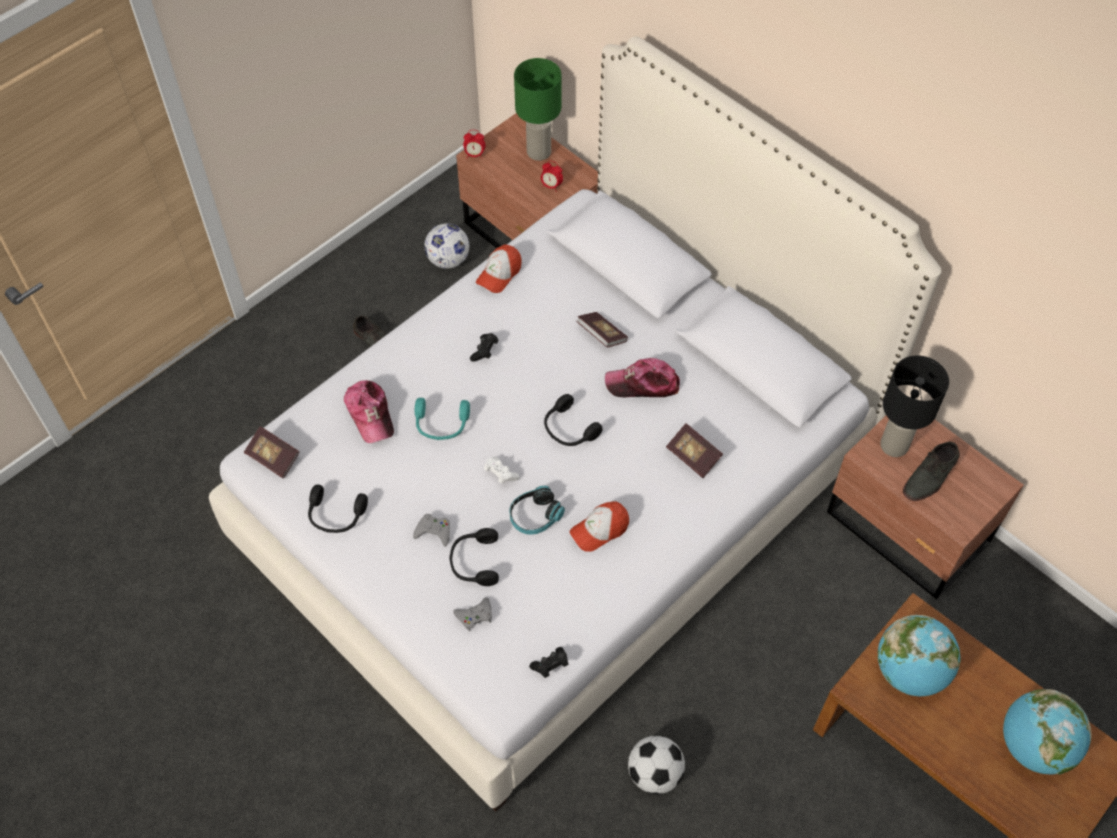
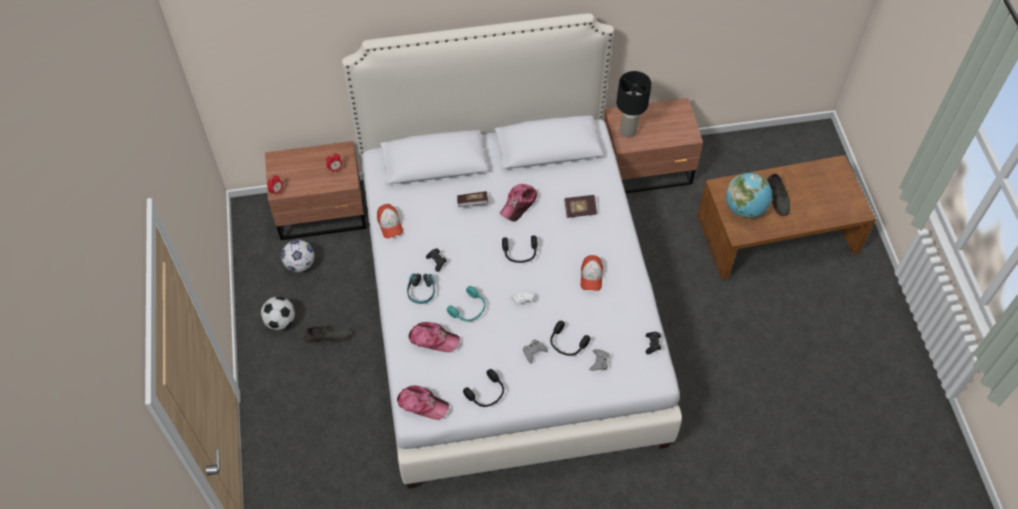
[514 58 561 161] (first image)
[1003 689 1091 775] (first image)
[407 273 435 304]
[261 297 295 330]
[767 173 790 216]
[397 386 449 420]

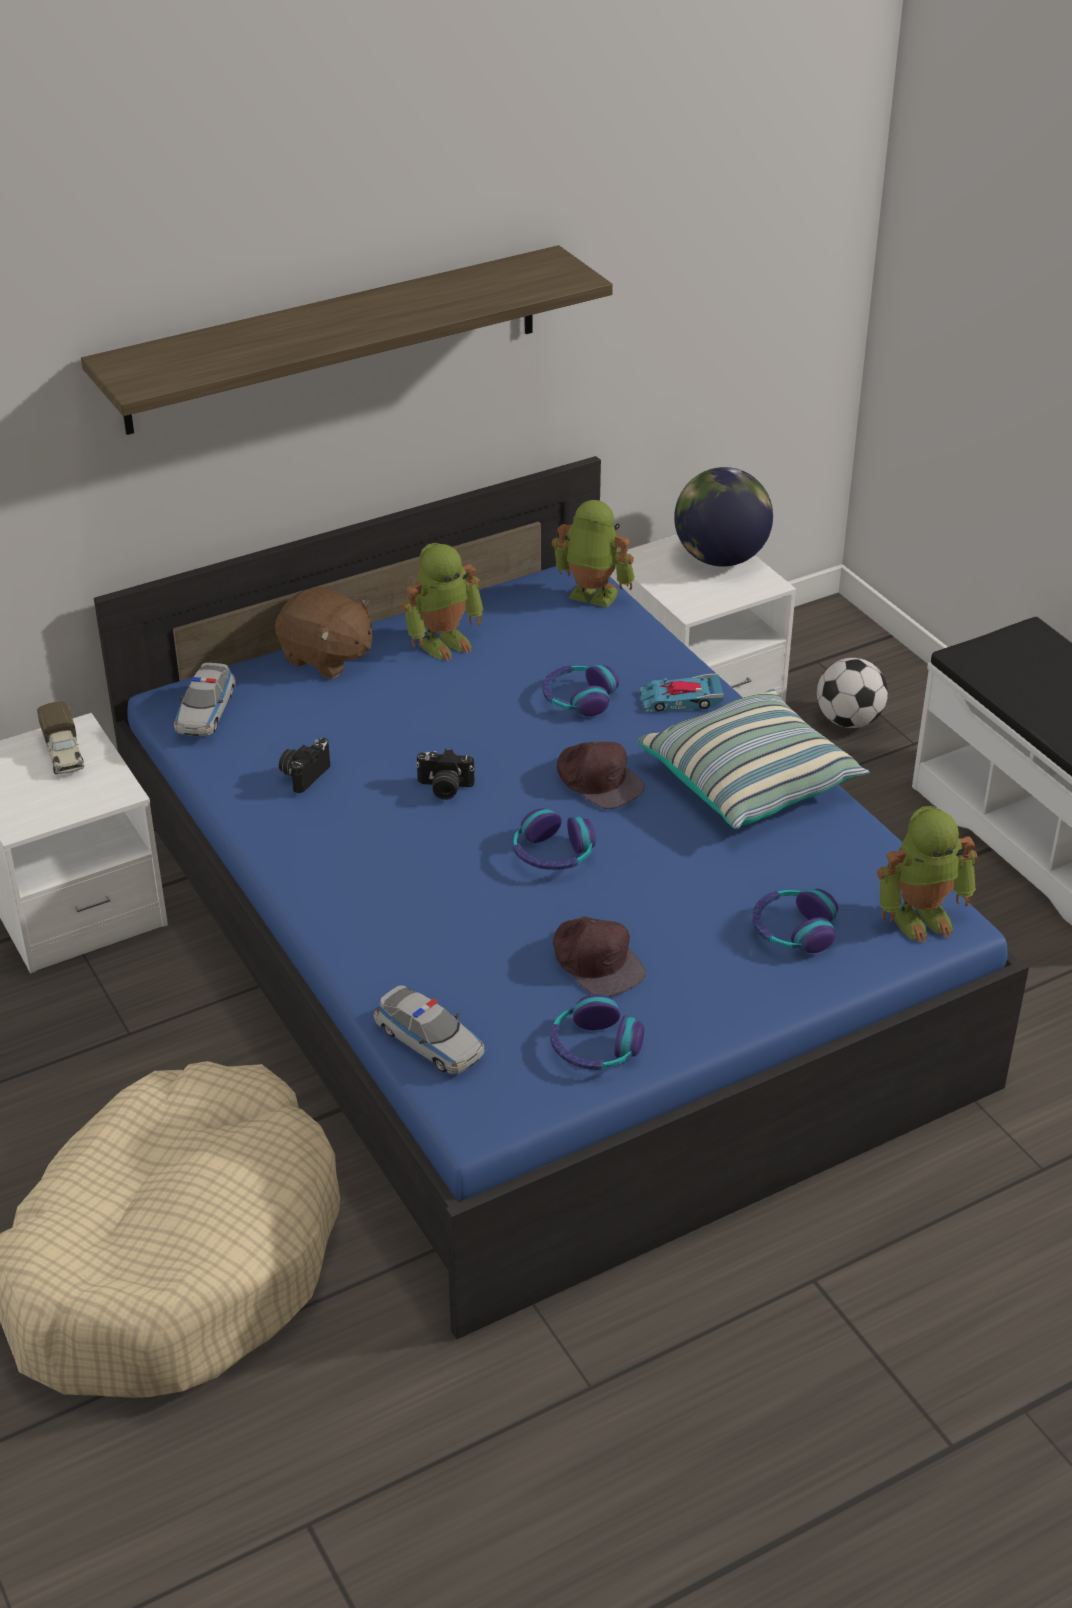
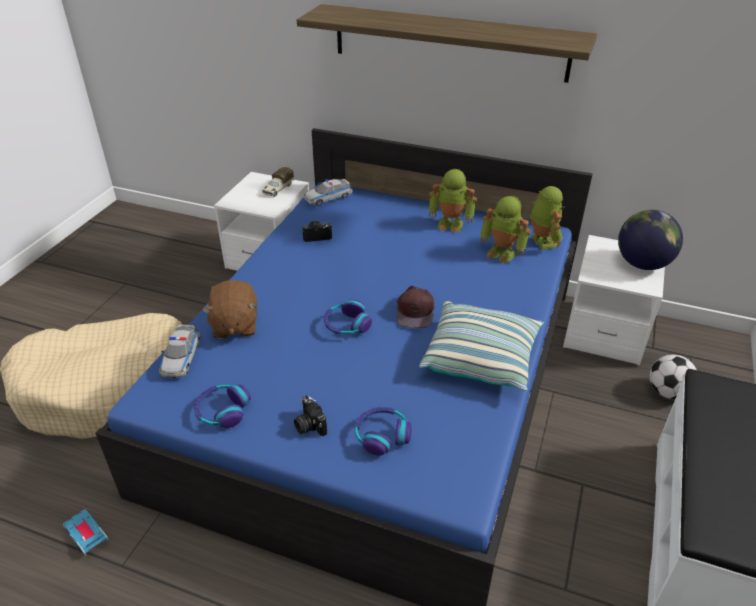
[543 665 619 716] (first image)
[553 917 646 997] (first image)
[202 280 257 339]
[294 395 327 436]
[62 509 109 556]
[480 196 531 264]

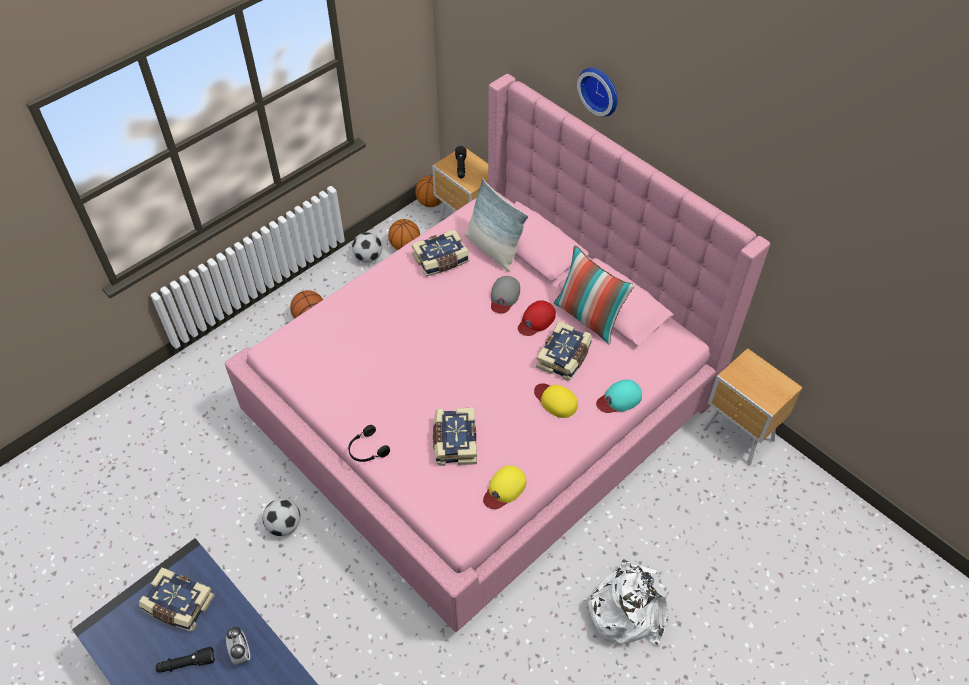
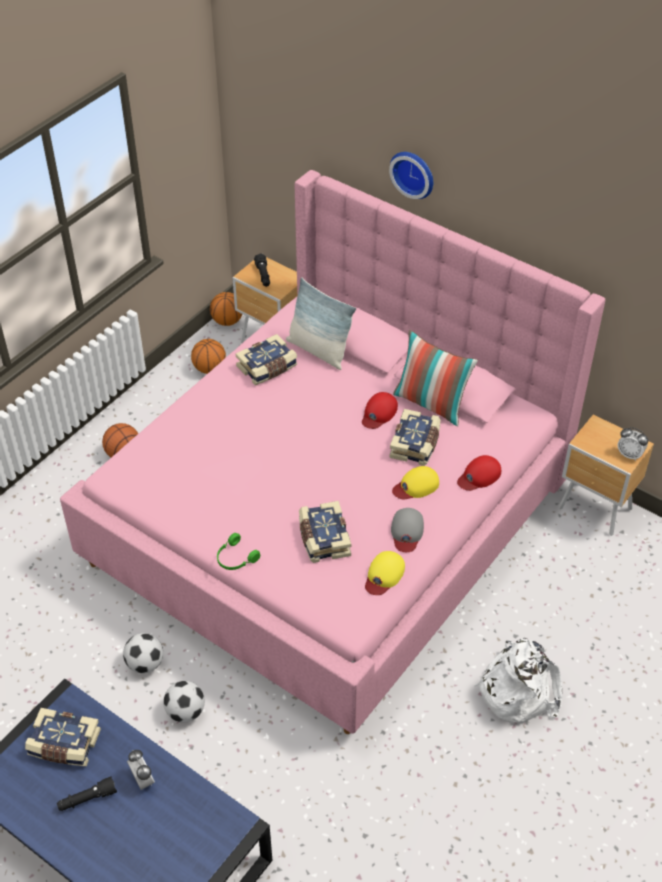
[618 427 648 461]
[163 681 205 723]
[391 508 424 552]
[217 533 260 570]
[457 455 501 491]
[392 466 439 500]

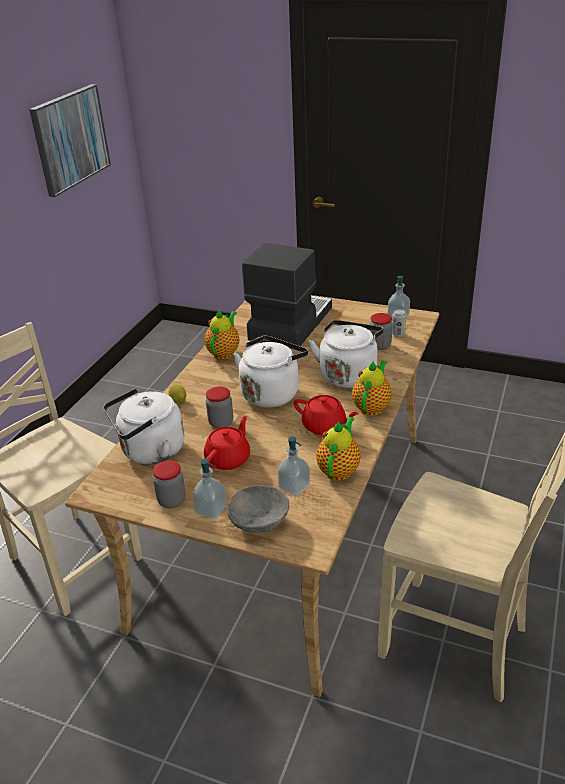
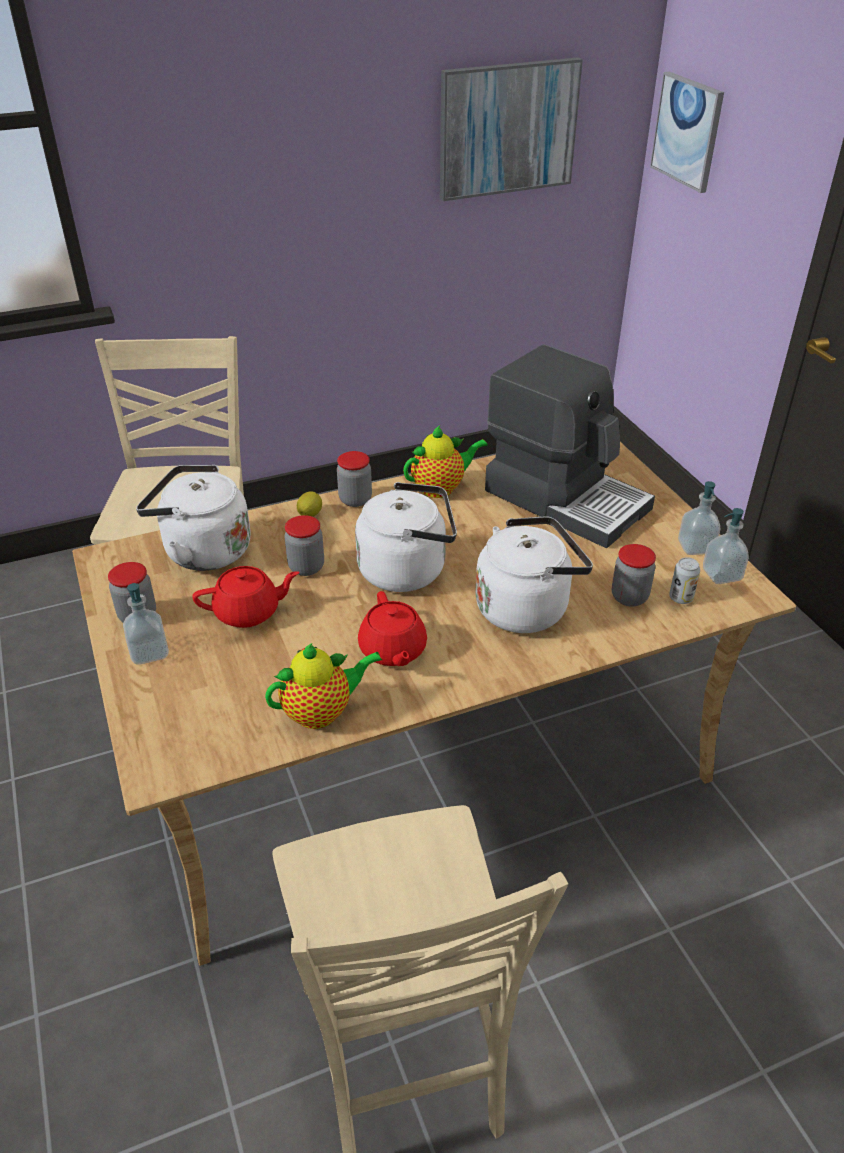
[227 485 289 533] (first image)
[352 361 392 416] (first image)
[337 451 372 507]
[650 72 724 193]
[678 481 720 555]
[485 345 655 548]

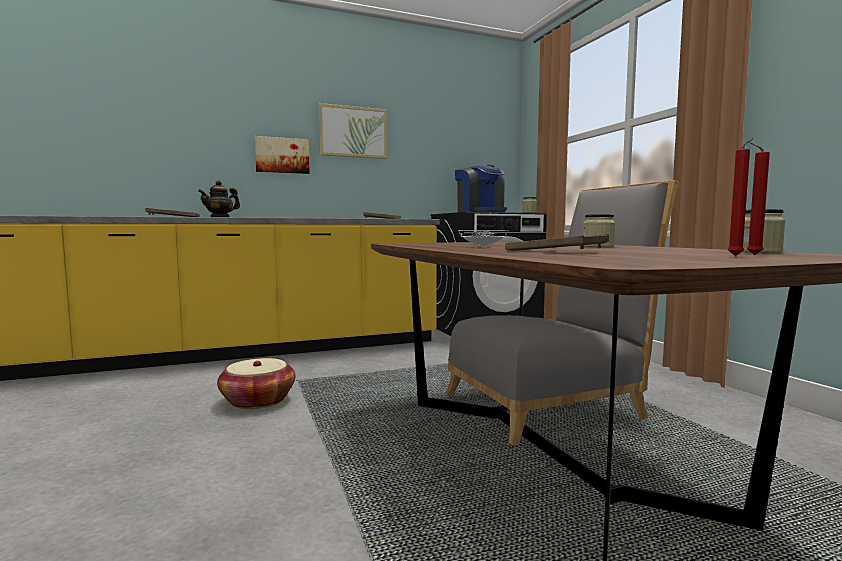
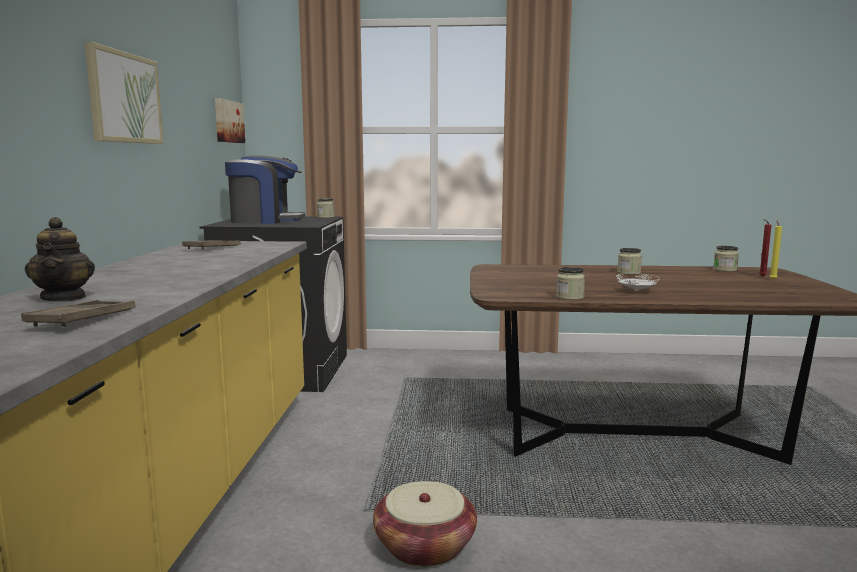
[445 180 678 445] (first image)
[505 234 609 251] (first image)
[556 267 585 300]
[215 98 245 143]
[769 220 782 280]

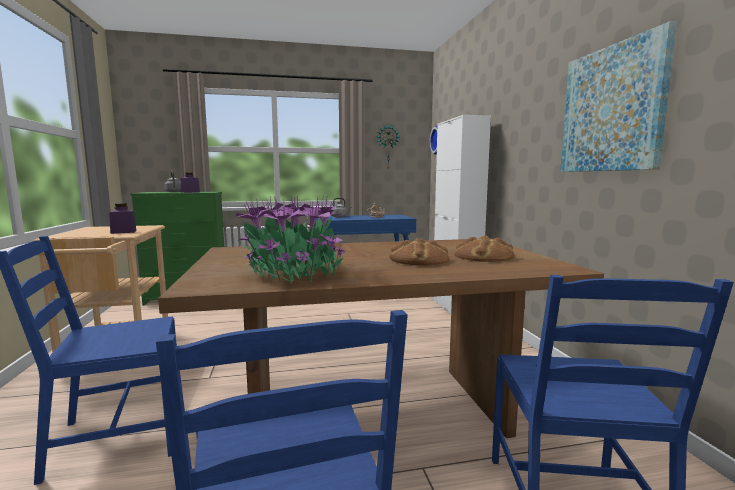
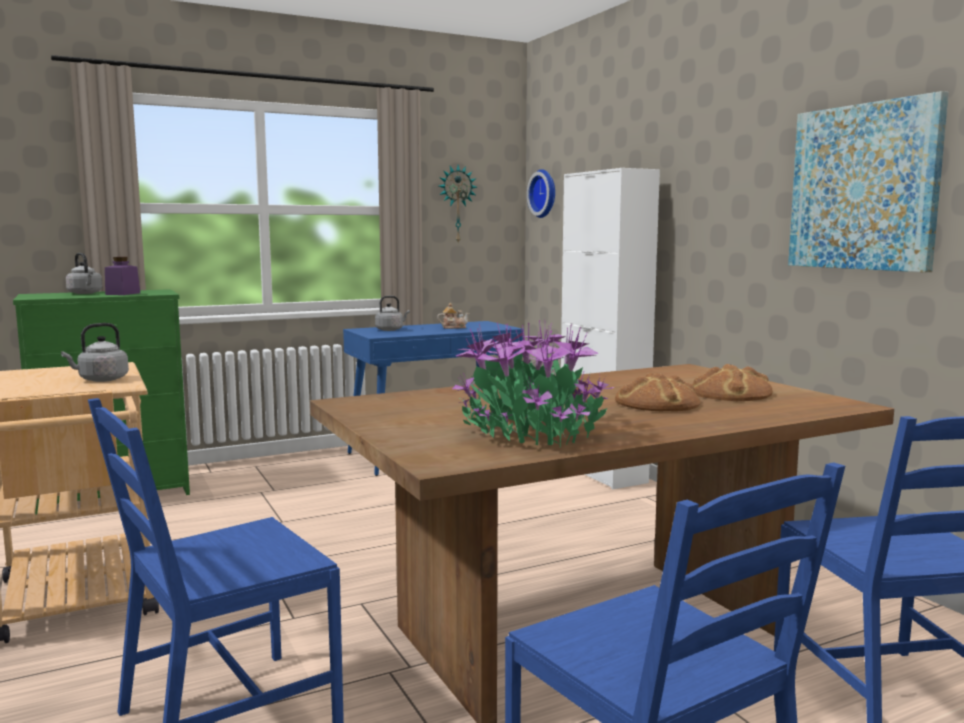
[61 323 129 382]

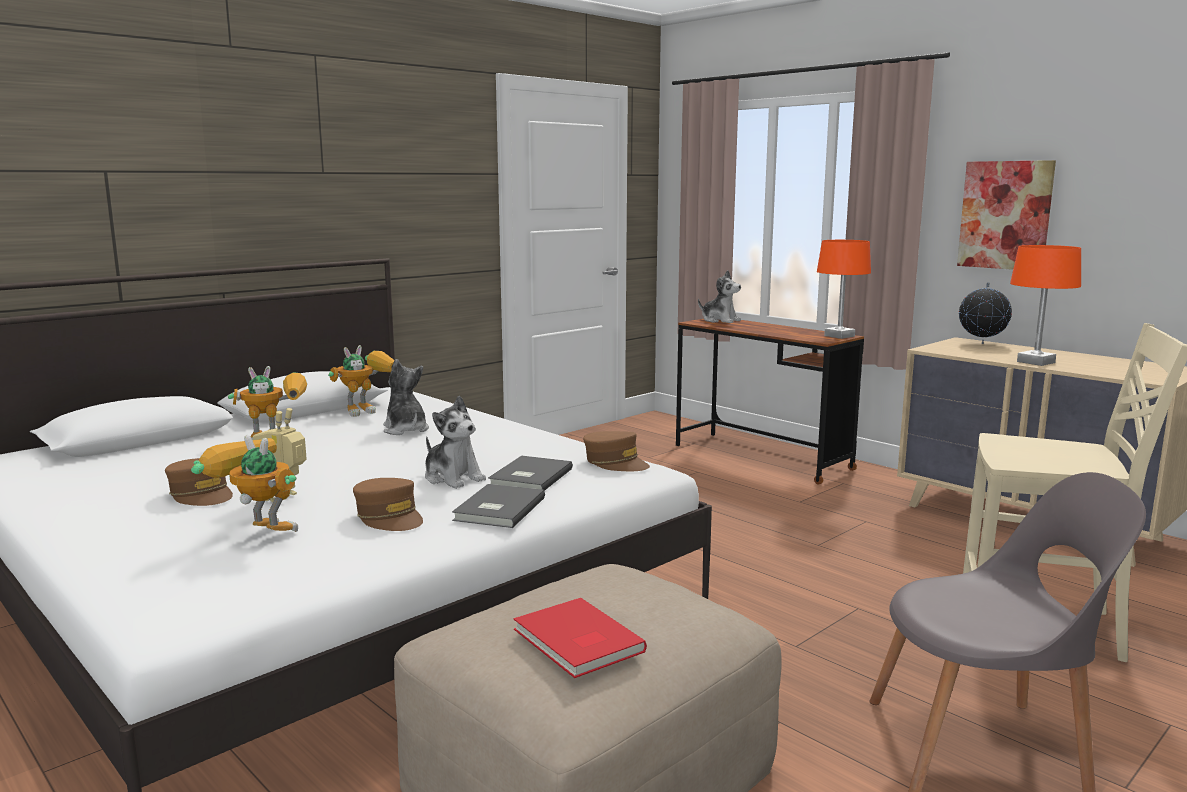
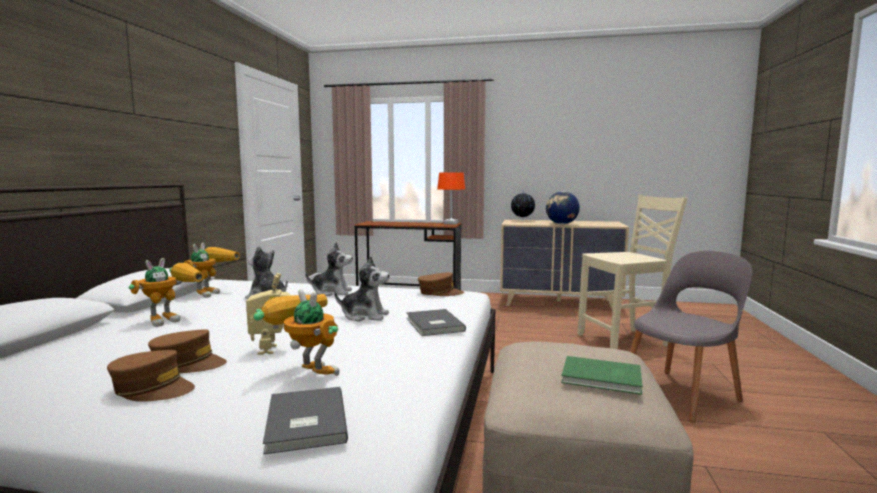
[957 160 1056 270] (first image)
[107 350 195 402]
[263 387 348 455]
[305 242 353 296]
[546 191 580 224]
[561 356 643 395]
[254 289 339 376]

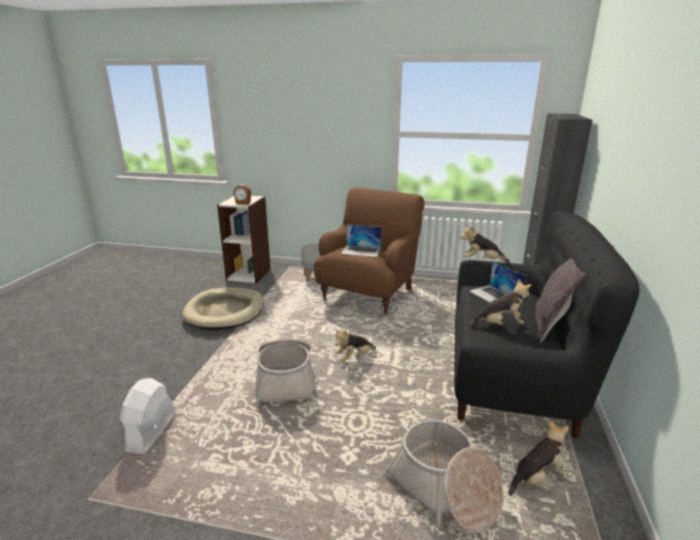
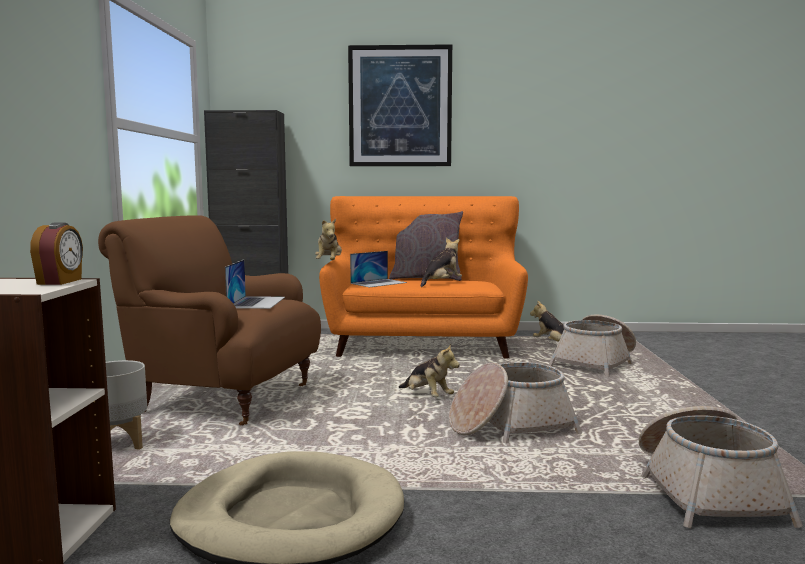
[348 44 452 166]
[639 406 803 528]
[319 196 528 359]
[421 238 462 287]

